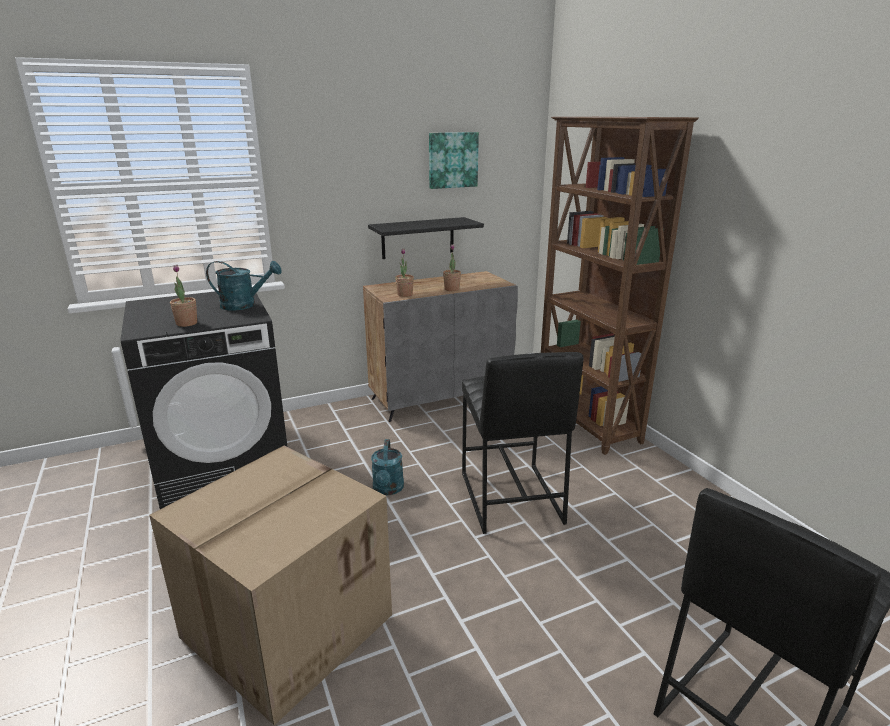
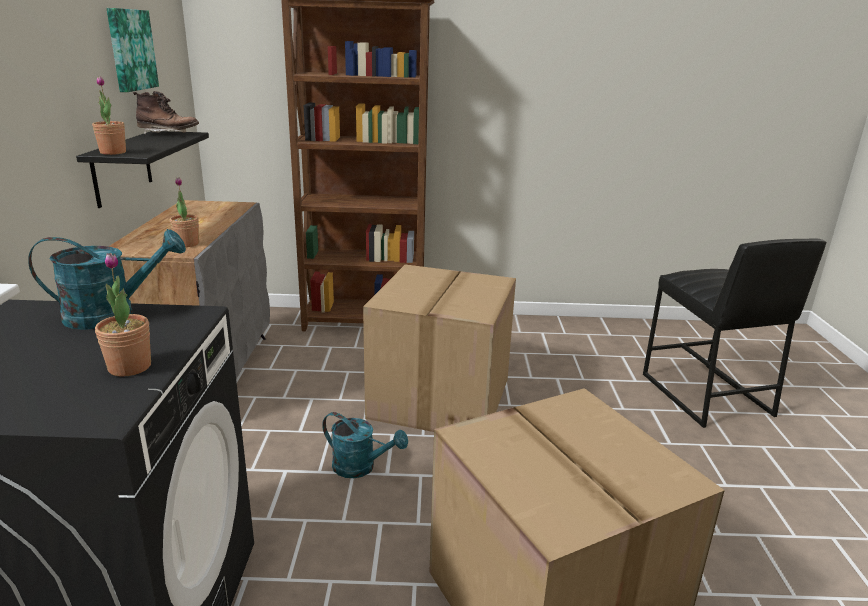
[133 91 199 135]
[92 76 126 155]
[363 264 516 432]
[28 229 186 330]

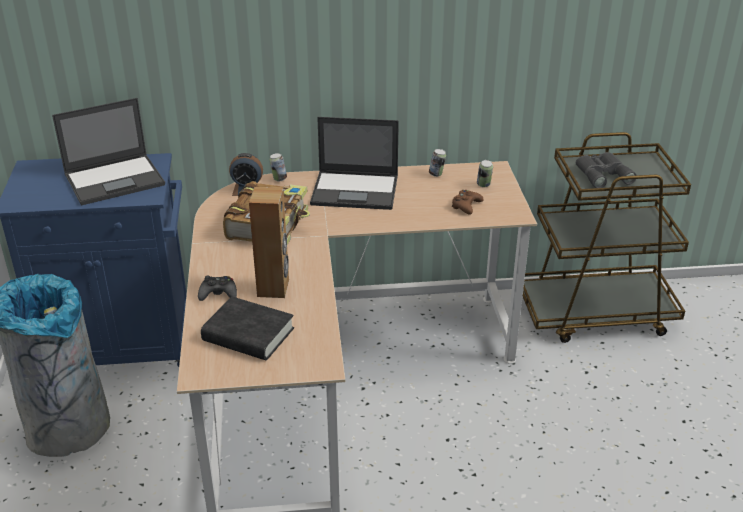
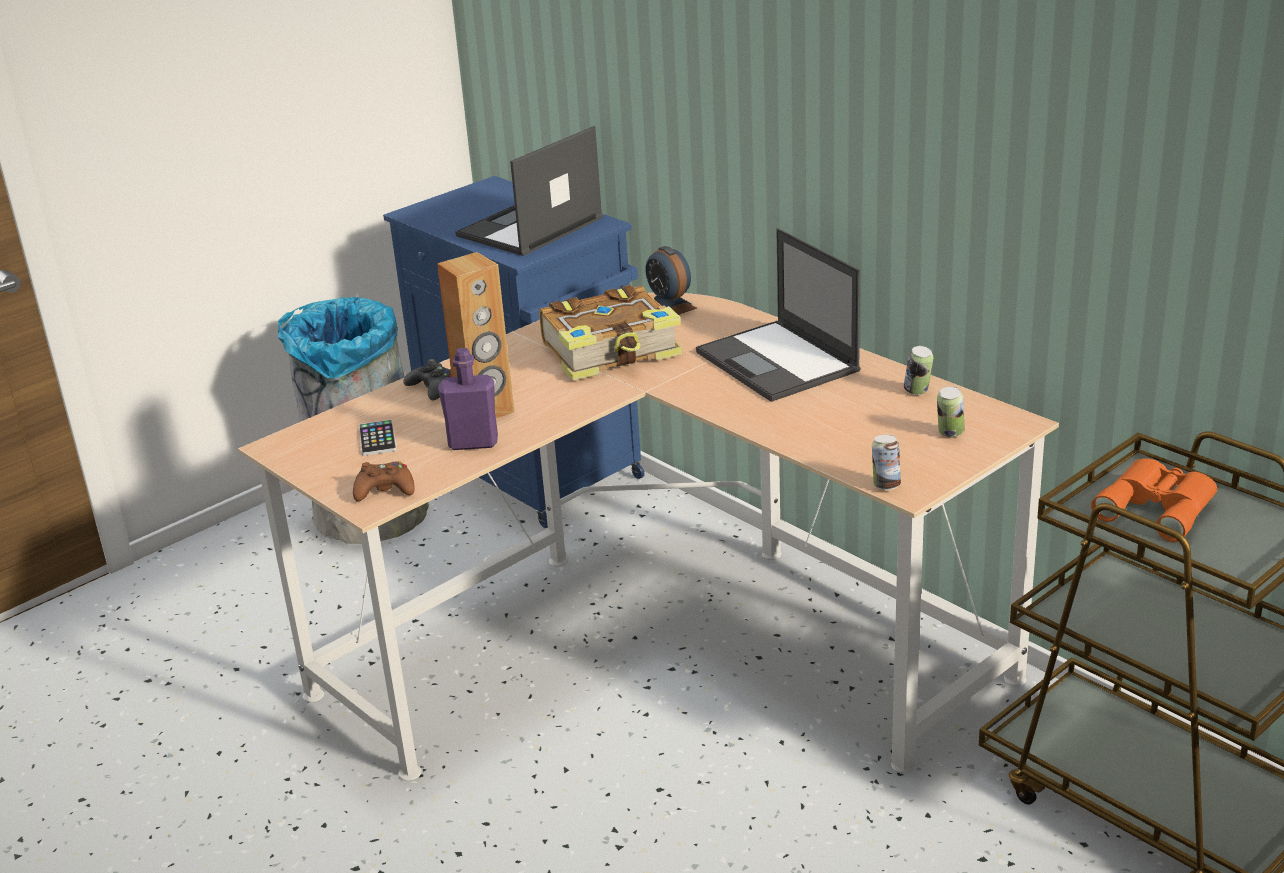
[438 348 498 450]
[872 435 901 490]
[353 461 415 501]
[359 420 397 456]
[1091 458 1217 542]
[455 126 603 256]

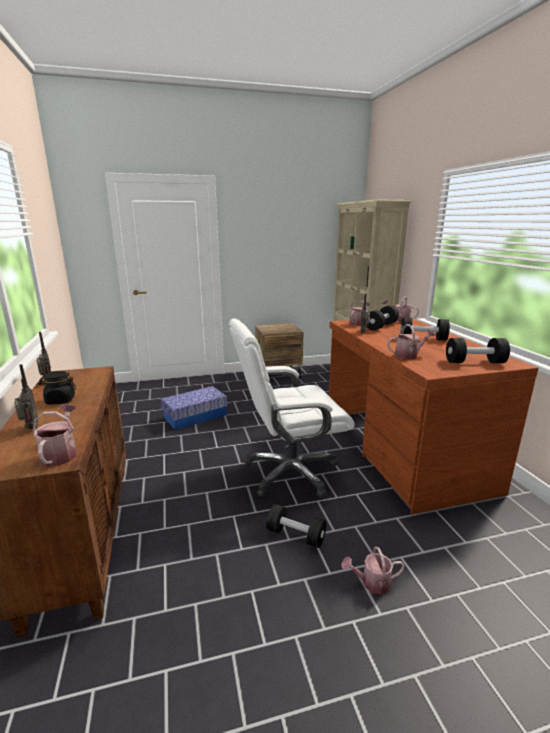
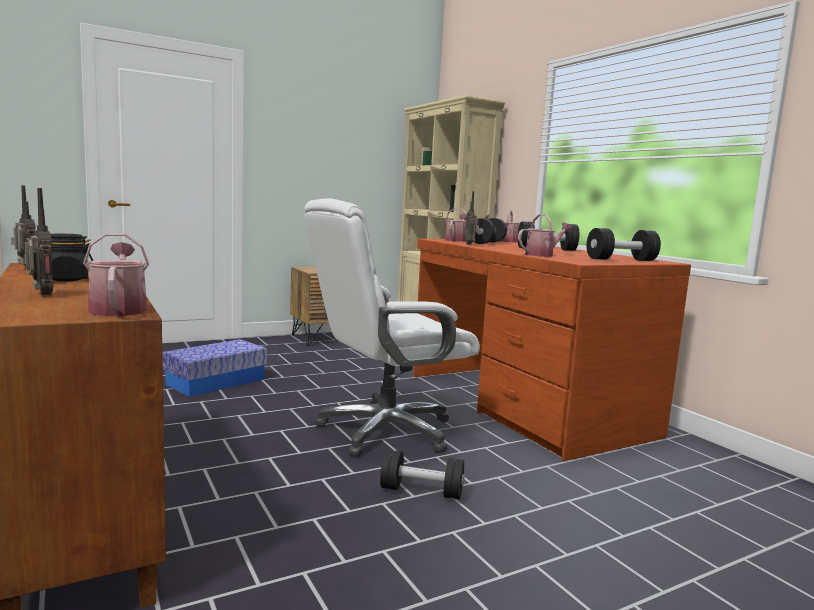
[341 547 405 595] (first image)

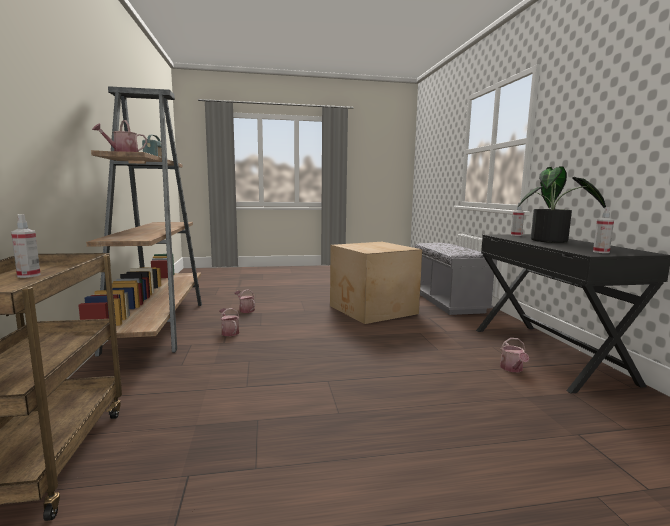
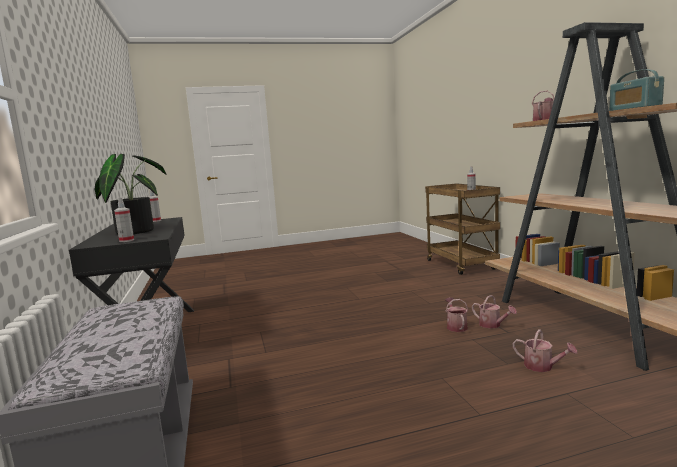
[330 242 422 324] (first image)
[445 297 468 332]

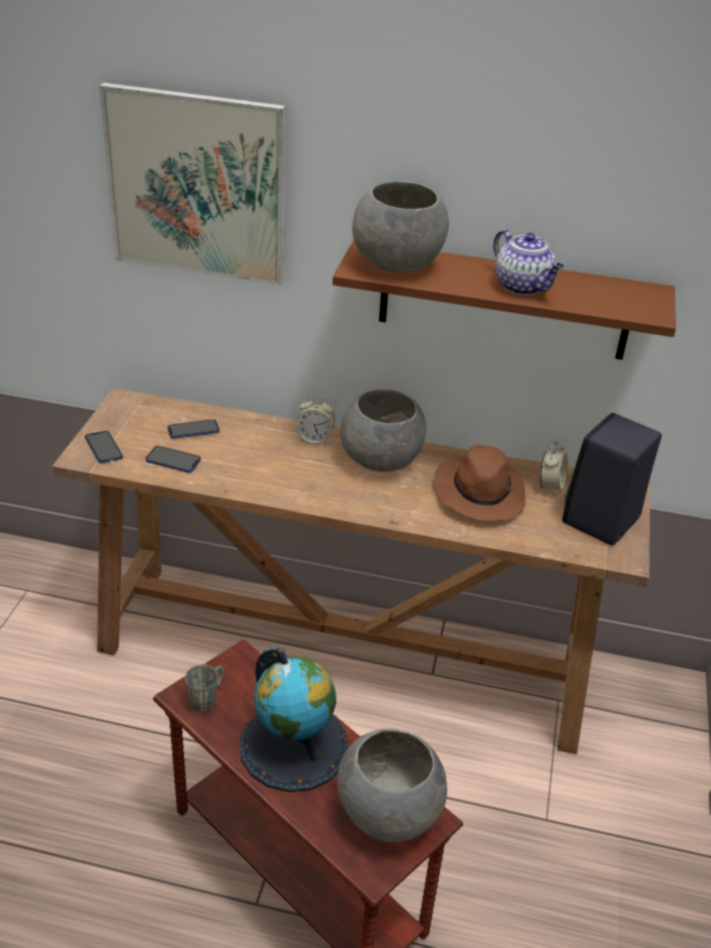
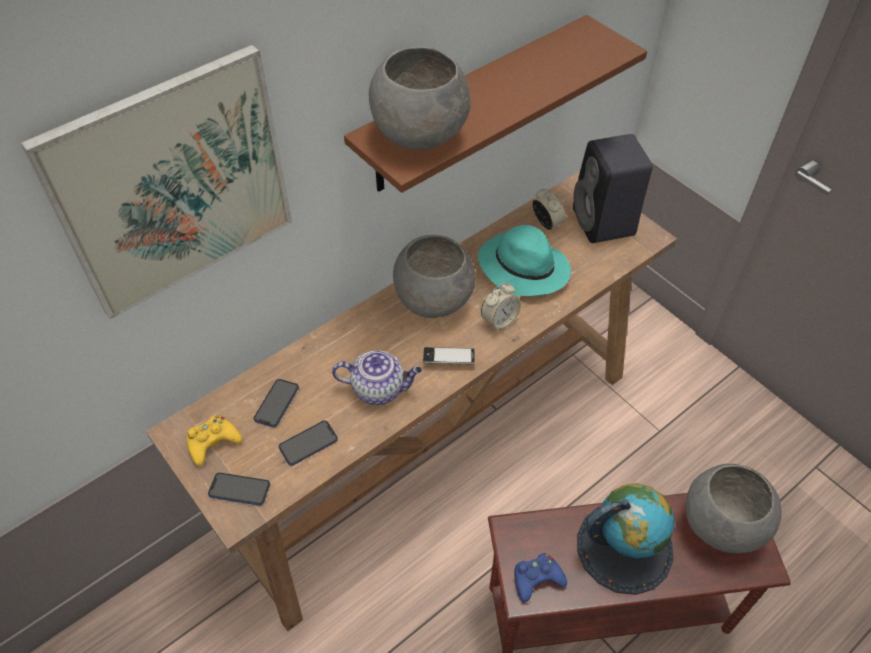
[187 415 242 466]
[423 347 475 364]
[481 282 521 332]
[332 350 422 405]
[514 553 567 602]
[478 225 571 296]

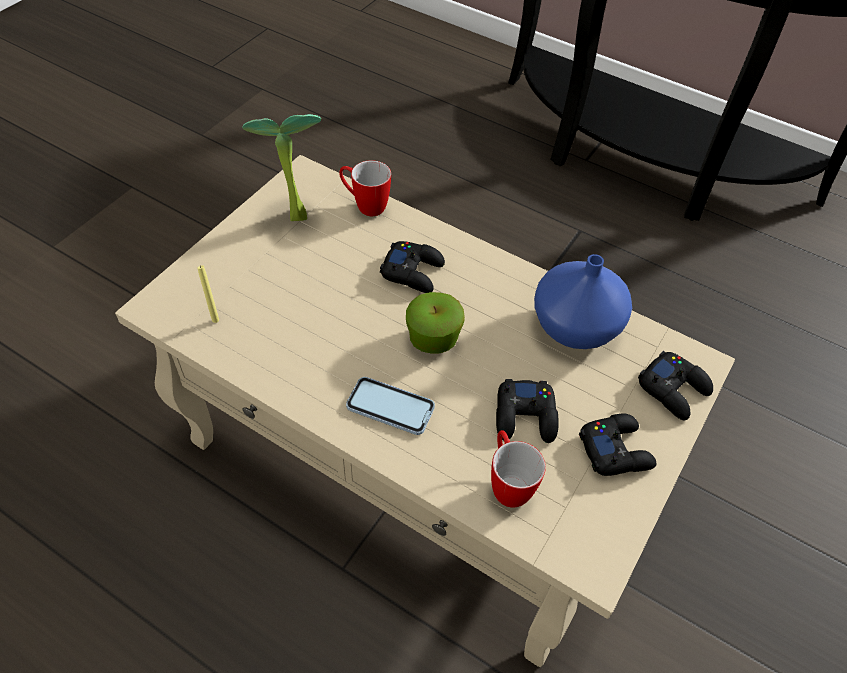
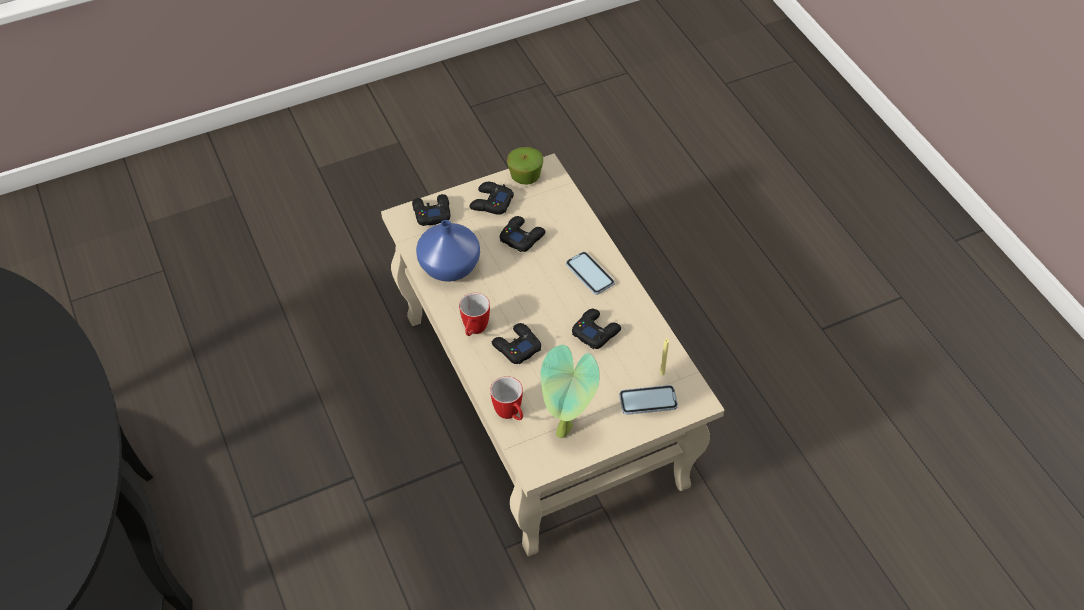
[572 309 621 349]
[619 385 678 415]
[507 147 543 185]
[459 293 490 336]

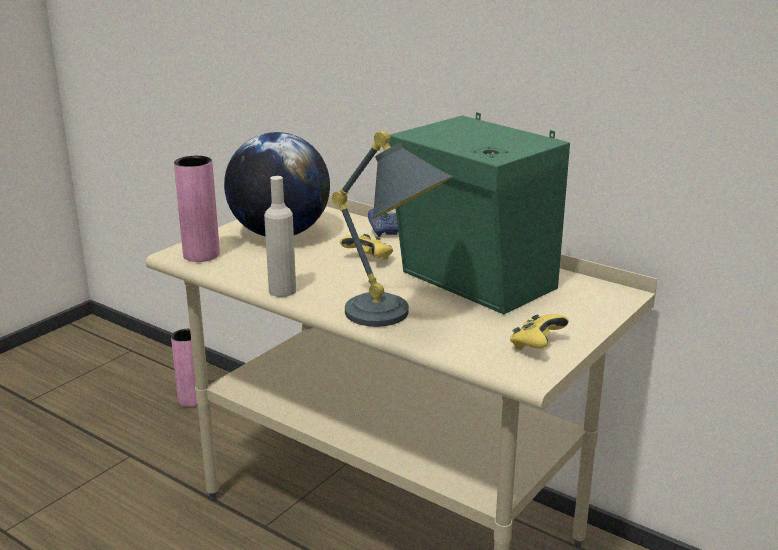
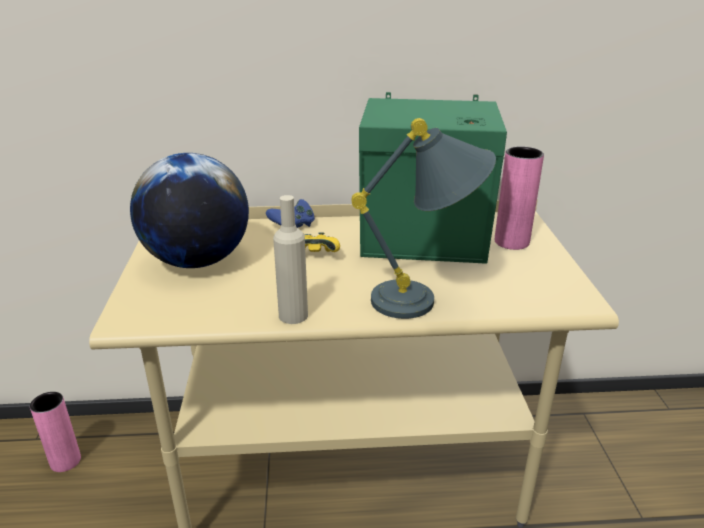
[510 314 569 350] (first image)
[495 146 544 250]

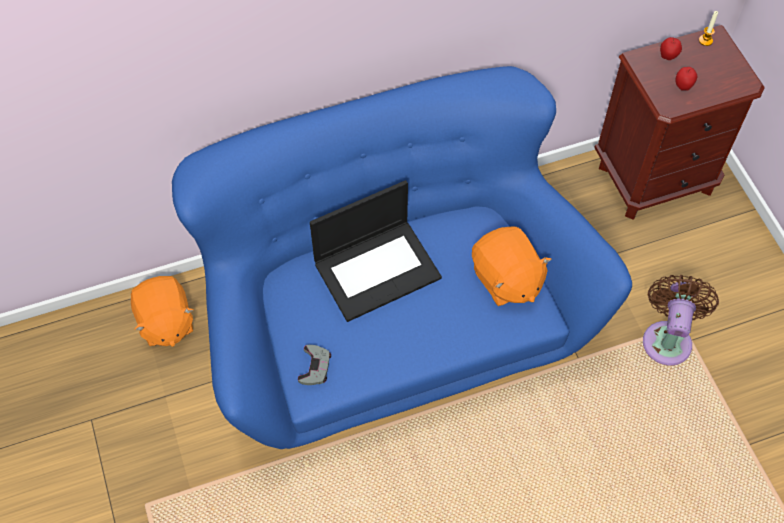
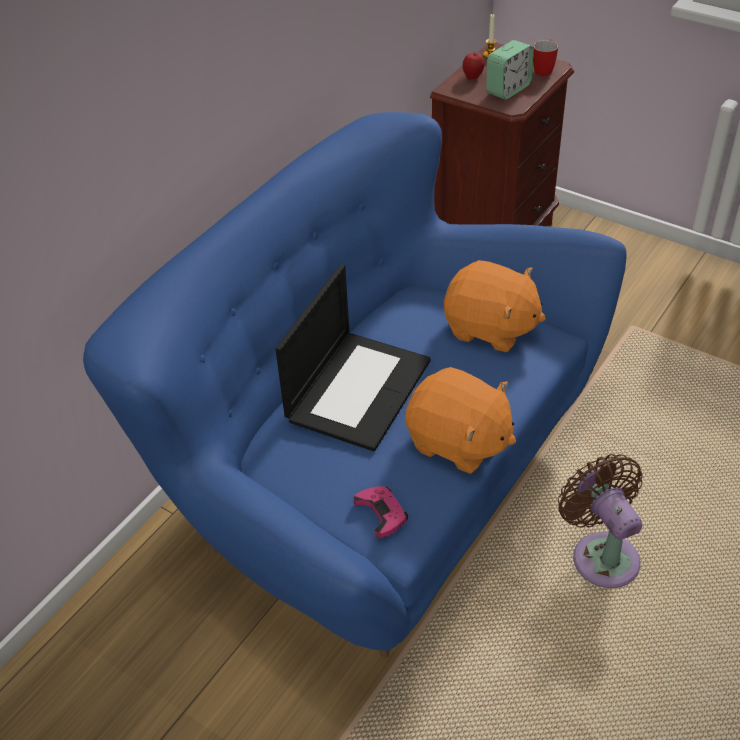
[533 39 558 76]
[405 367 516 474]
[558 454 642 588]
[486 40 534 100]
[354 486 408 538]

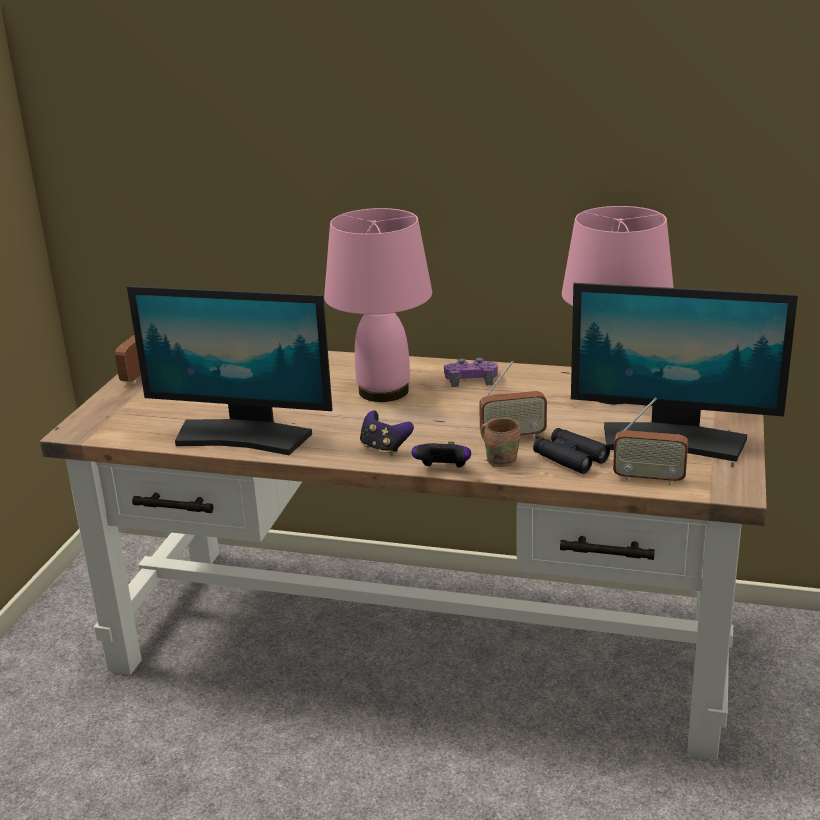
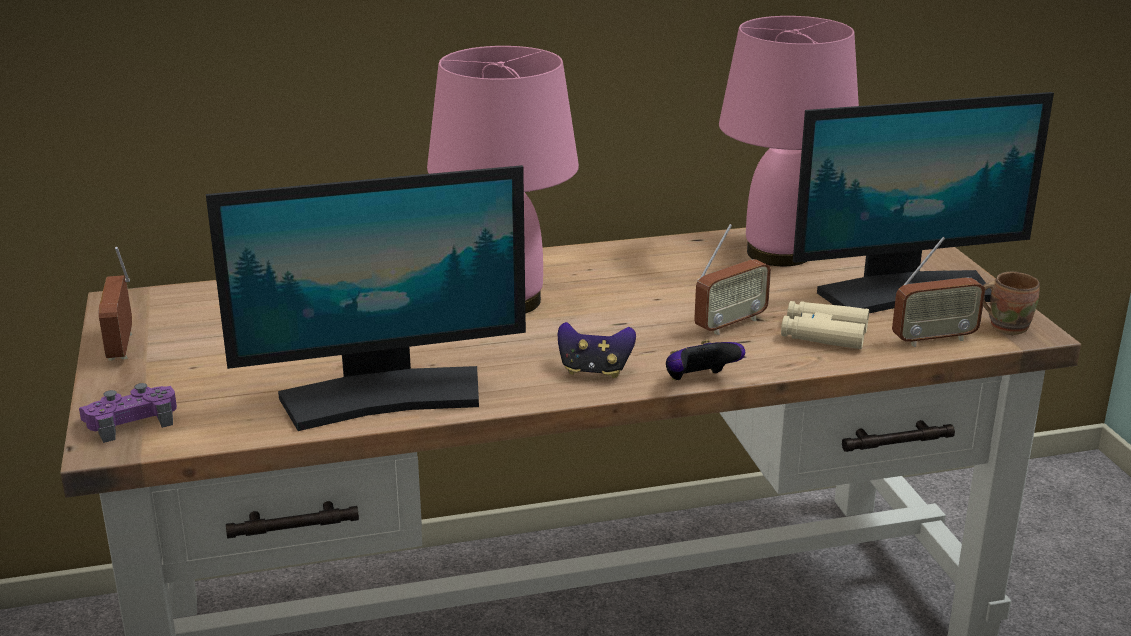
[79 383 177 443]
[983 271 1040 335]
[781 301 869 349]

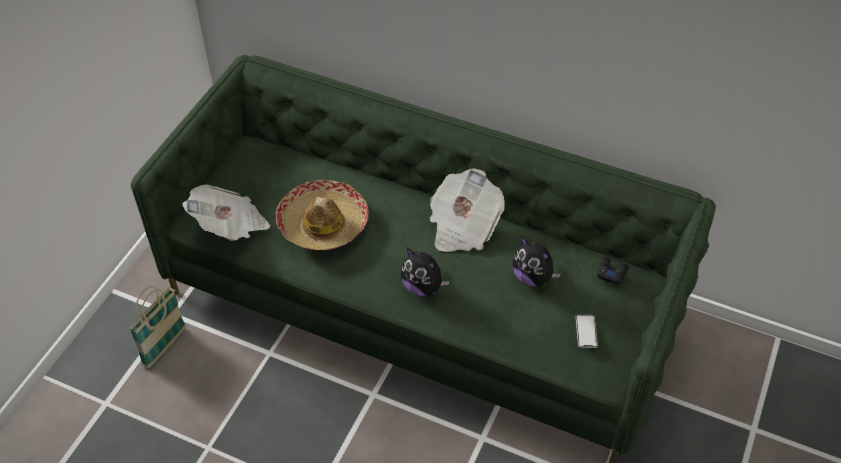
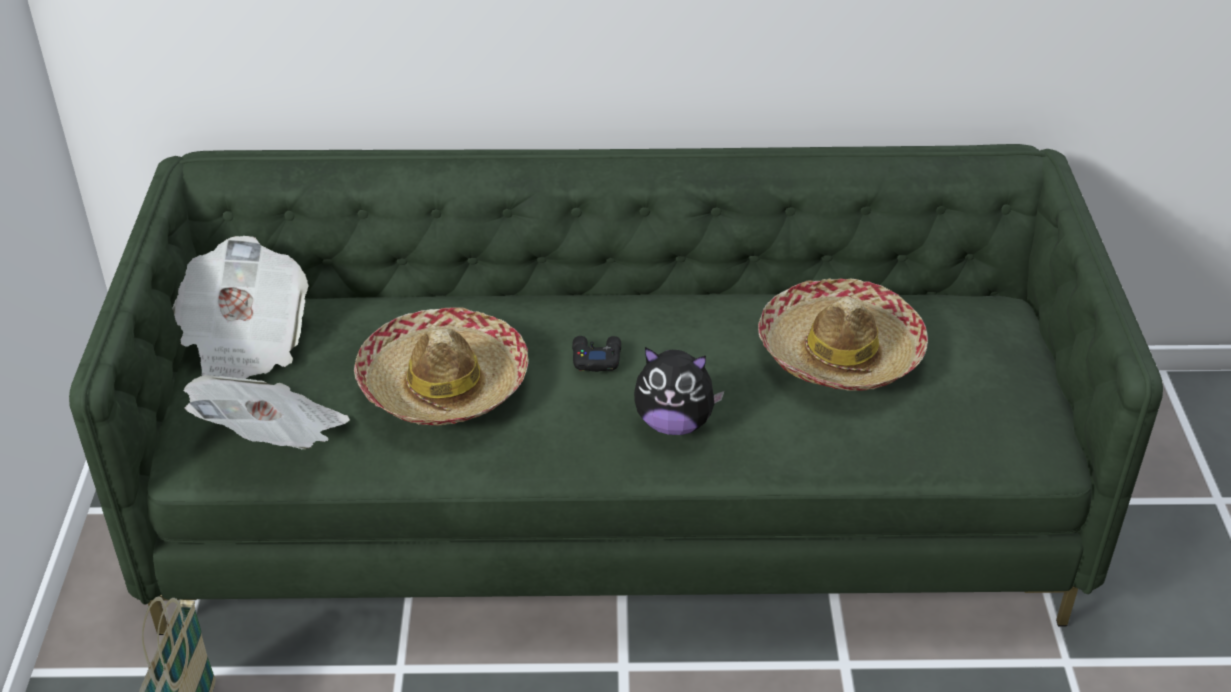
[576 315 598 348] (first image)
[172 236 309 379]
[572 336 621 372]
[758 278 928 391]

